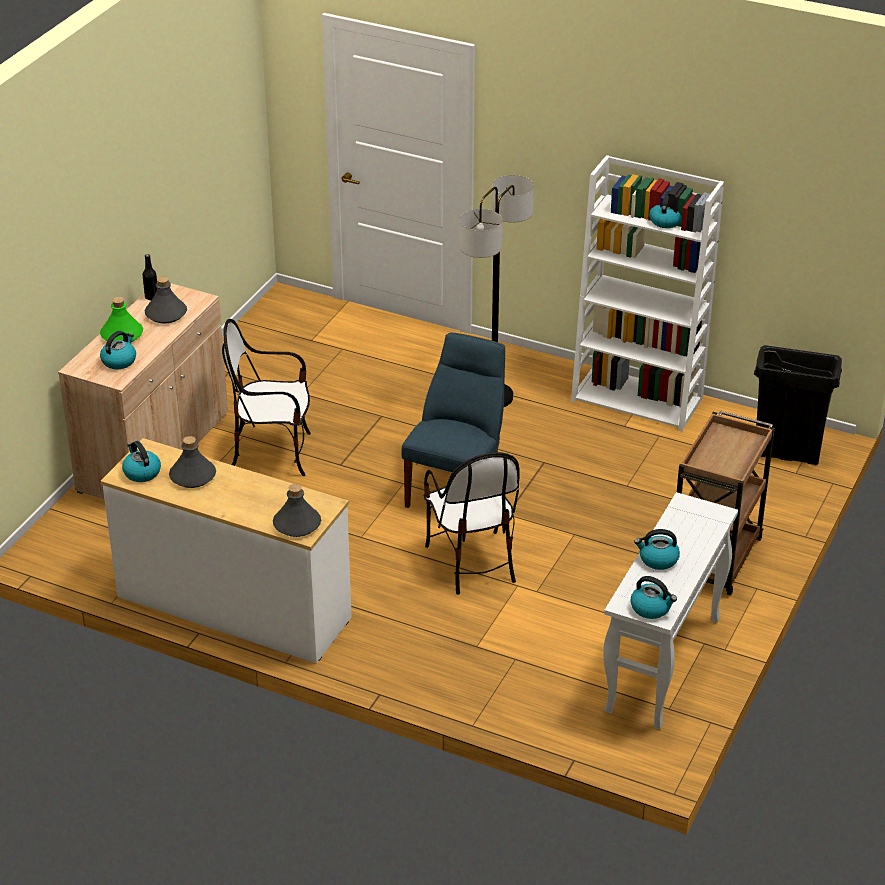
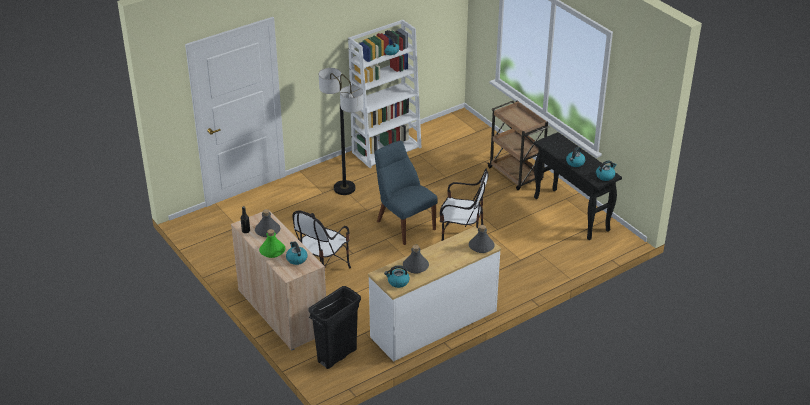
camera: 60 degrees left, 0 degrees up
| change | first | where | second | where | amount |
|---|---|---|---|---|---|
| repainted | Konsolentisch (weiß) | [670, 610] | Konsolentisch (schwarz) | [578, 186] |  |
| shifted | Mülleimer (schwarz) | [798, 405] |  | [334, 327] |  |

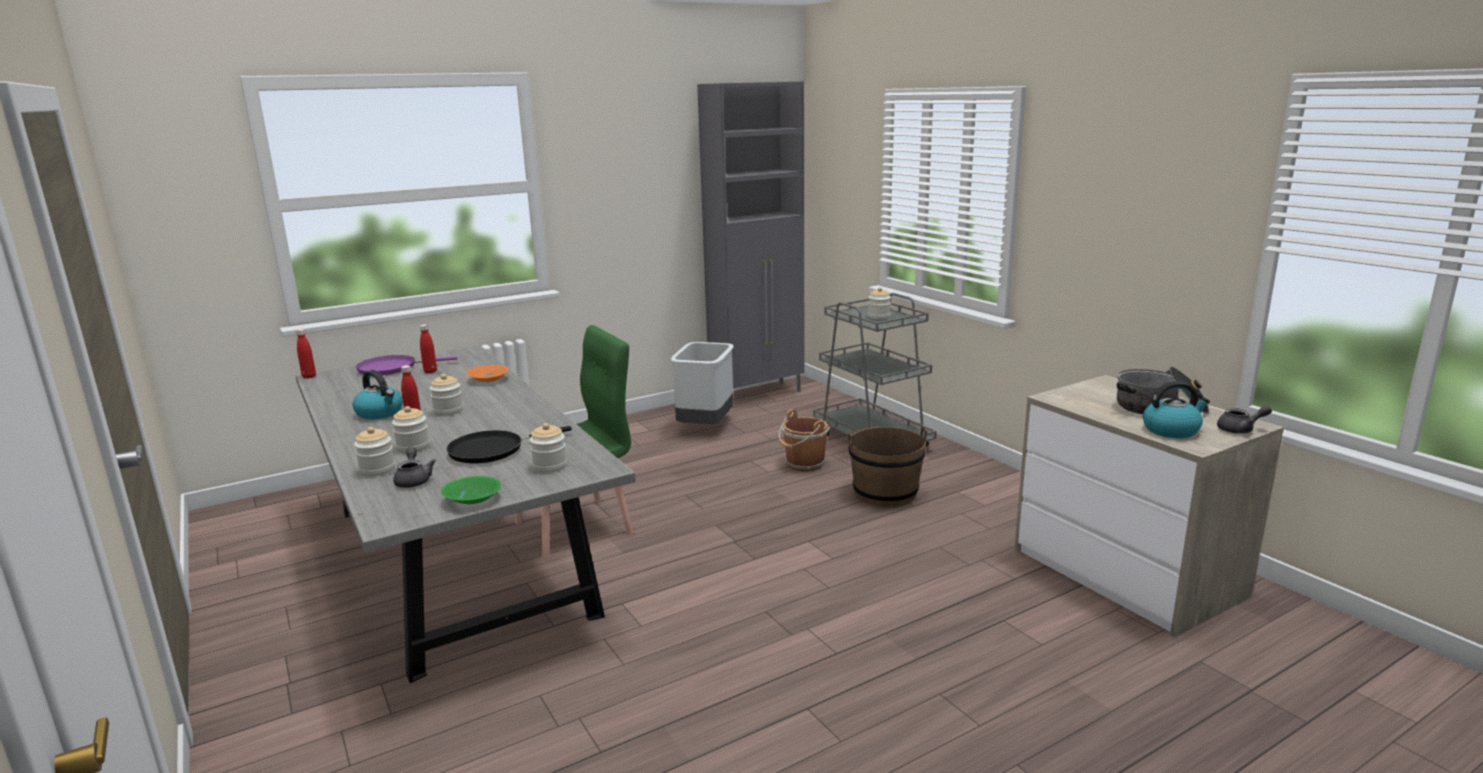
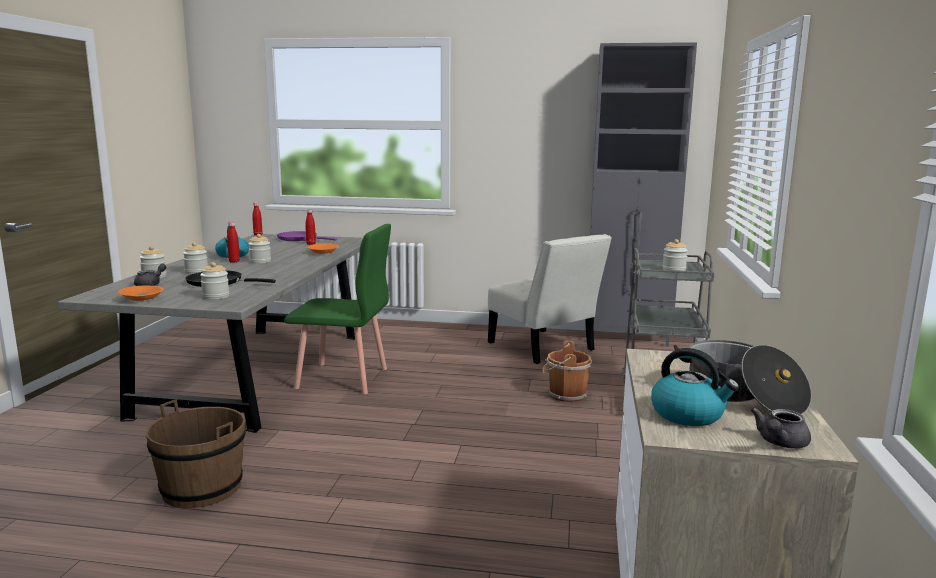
camera: 40 degrees right, 5 degrees down
| change | first | where | second | where | amount |
|---|---|---|---|---|---|
| repainted | Schüssel (grün) | [471, 490] | Schüssel (orange) | [141, 293] |  |
| swapped | Mülleimer (grau) | [702, 383] | Stuhl (weiß) | [550, 299] |  |
| shifted | Eimer (braun) | [887, 466] |  | [196, 454] |  |
| rotated | Teekanne (grau) | [1244, 419] |  | [781, 428] | 90 degrees clockwise |

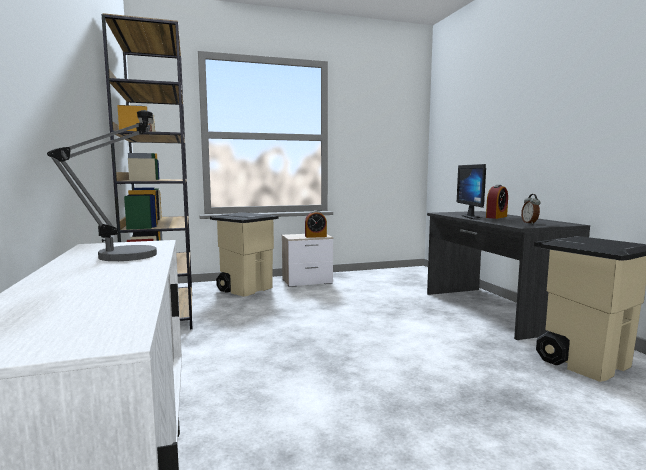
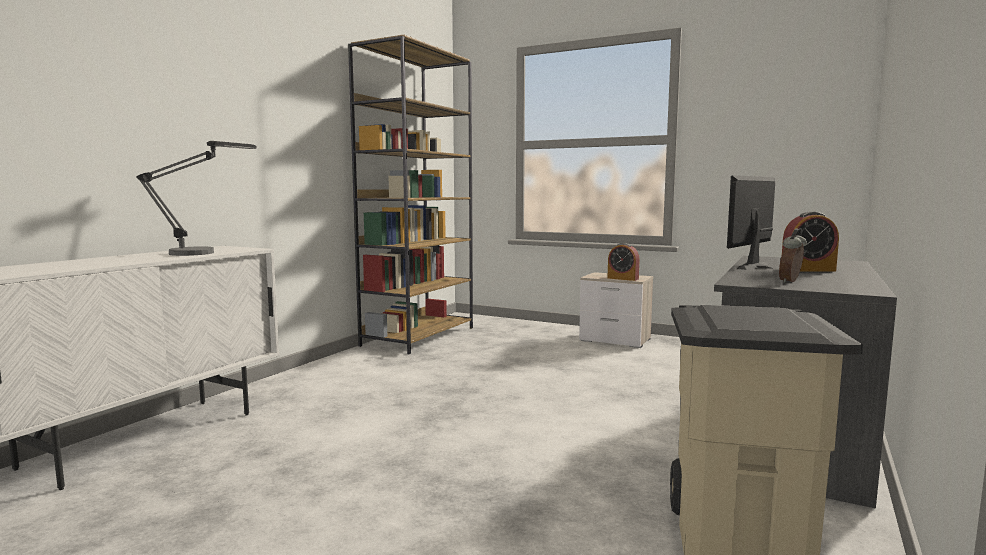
camera: 45 degrees right, 0 degrees up
| change | first | where | second | where | amount |
|---|---|---|---|---|---|
| gone | Mülleimer (beige) | [244, 254] |  |  |  |

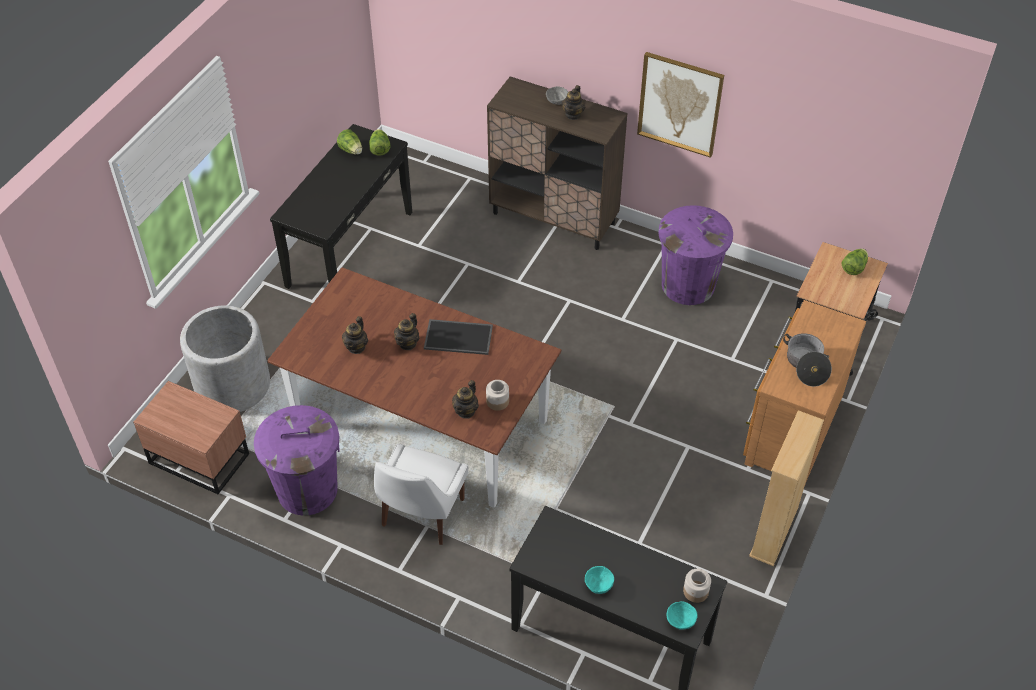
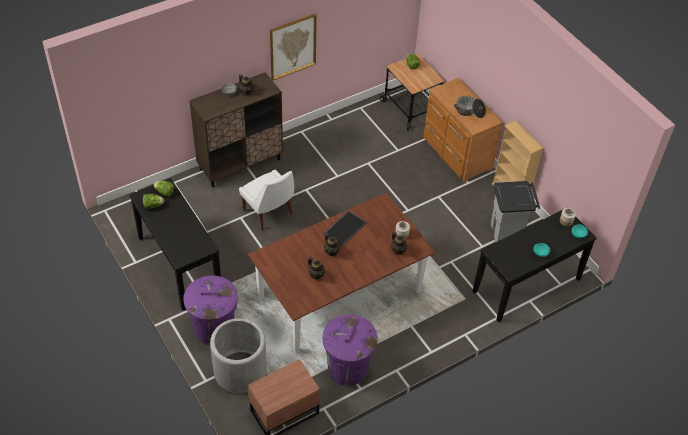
camera: 60 degrees left, 0 degrees up
| change | first | where | second | where | amount |
|---|---|---|---|---|---|
| shifted | Stuhl (weiß) | [421, 494] |  | [266, 200] |  |
| shifted | Mülleimer (lila) | [695, 255] |  | [210, 310] |  |
| new |  |  | Mülleimer (grau) | [515, 211] |  |

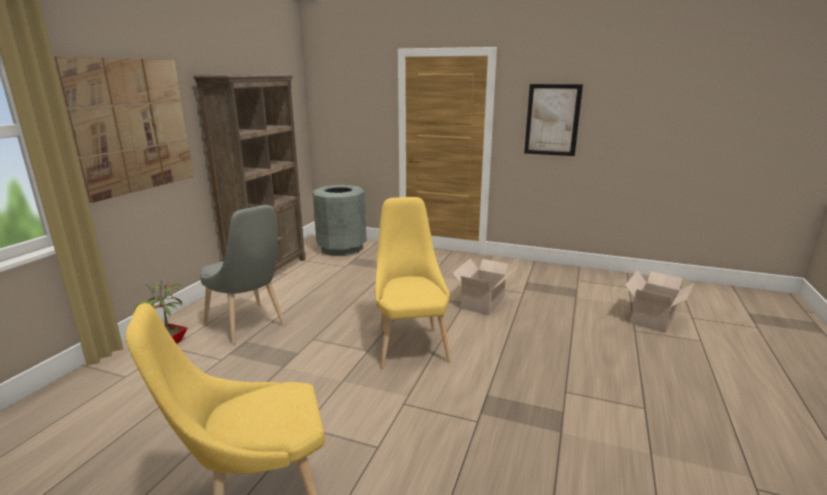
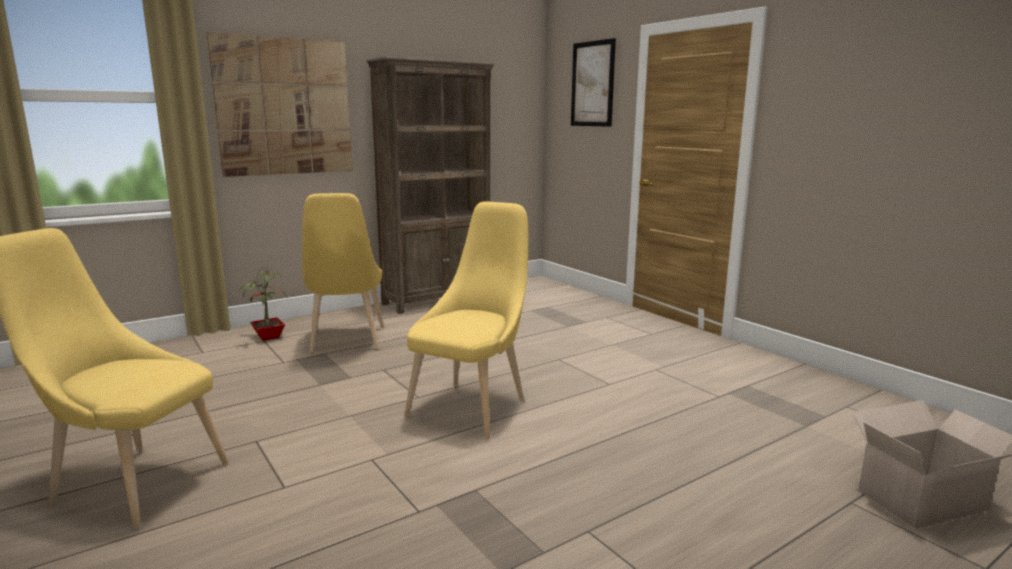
camera: 35 degrees right, 5 degrees down
| change | first | where | second | where | amount |
|---|---|---|---|---|---|
| repainted | Stuhl (grau) | [242, 275] | Stuhl (gelb) | [343, 273] |  |
| gone | Mülleimer (grau) | [340, 220] |  |  |  |
| gone | Karton | [484, 287] |  |  |  |
| shifted | Bild | [553, 120] |  | [593, 82] |  |

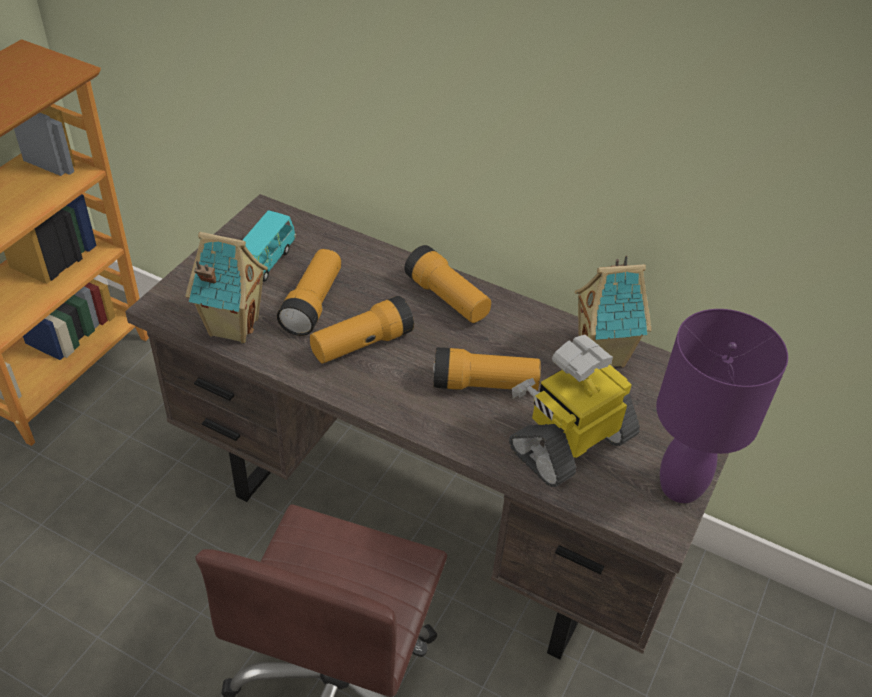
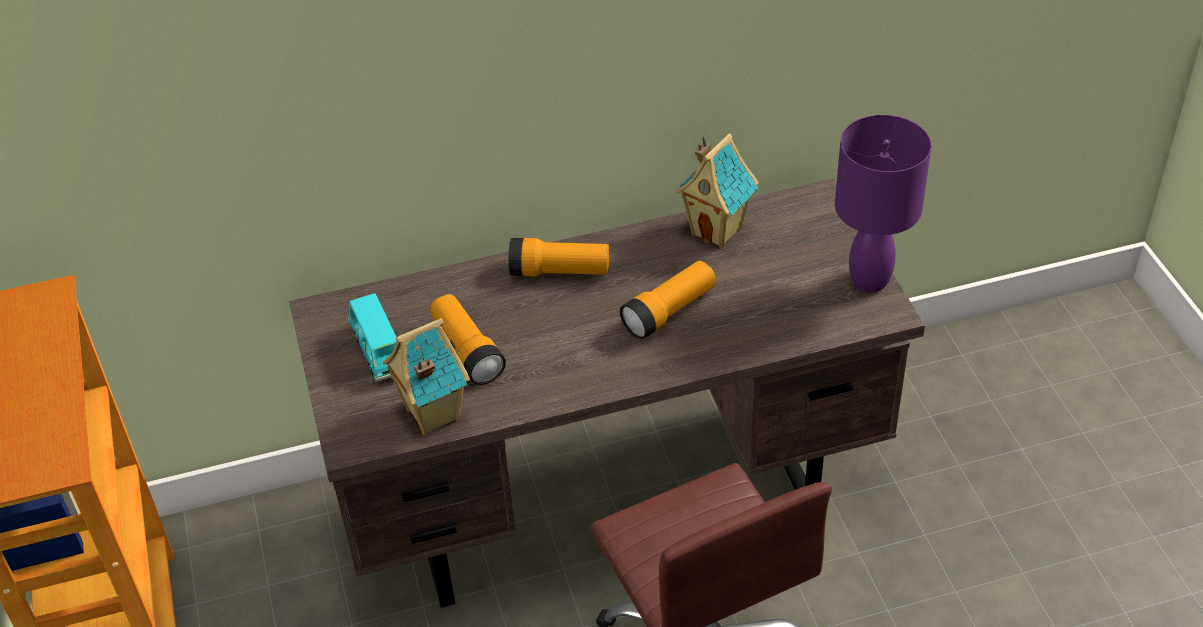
camera: 40 degrees left, 0 degrees up
| change | first | where | second | where | amount |
|---|---|---|---|---|---|
| gone | Taschenlampe | [362, 330] |  |  |  |
| gone | Spielzeugroboter | [574, 411] |  |  |  |

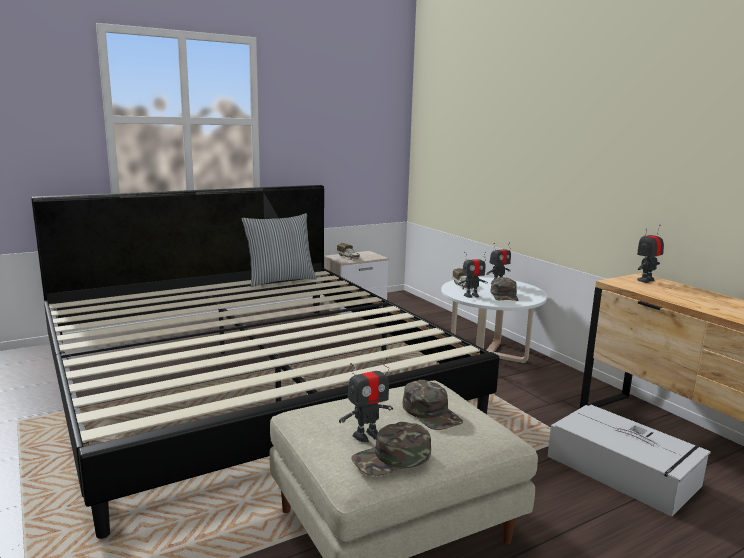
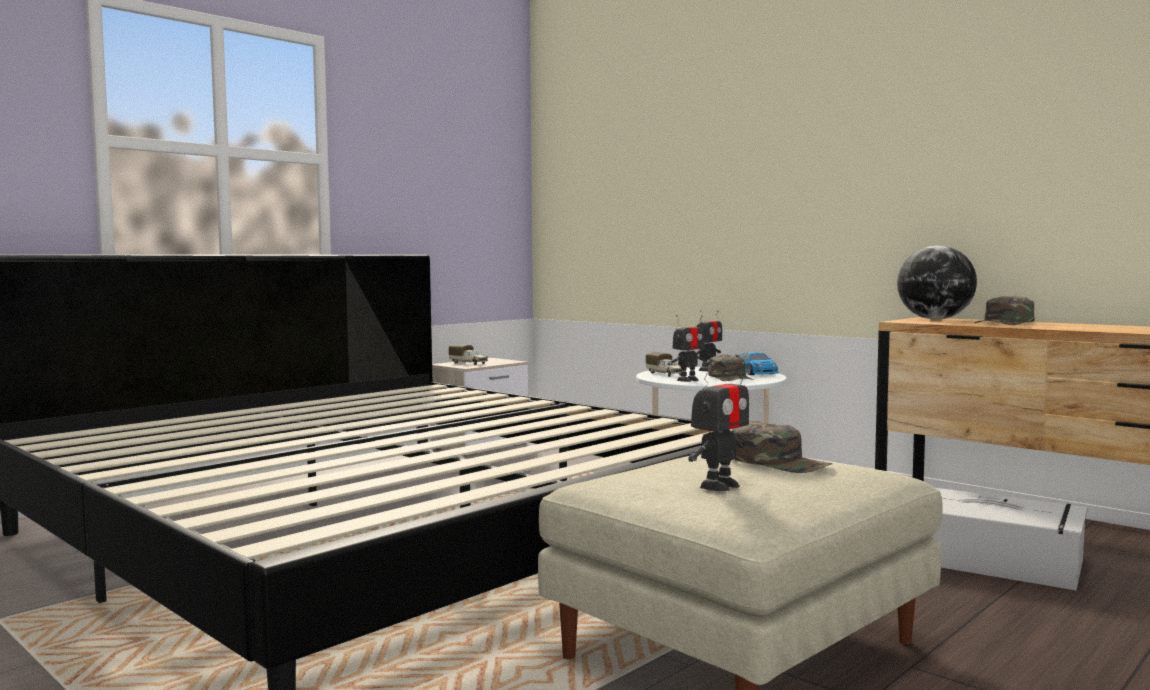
camera: 15 degrees left, 10 degrees down
| change | first | where | second | where | amount |
|---|---|---|---|---|---|
| gone | Kissen | [279, 250] |  |  |  |
| shifted | Kappe (grün) | [391, 449] |  | [1004, 310] |  |
| swapped | Spielzeugroboter | [650, 254] | Globus | [937, 282] |  |
| new |  |  | Spielzeugauto | [757, 363] |  |

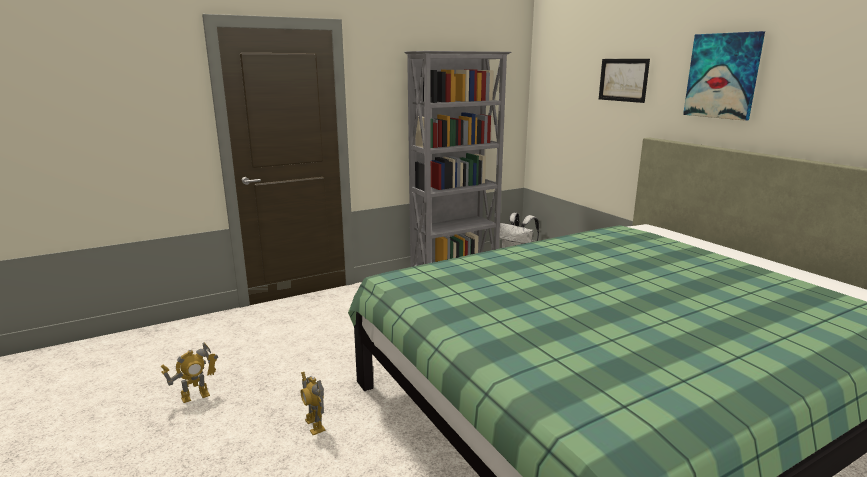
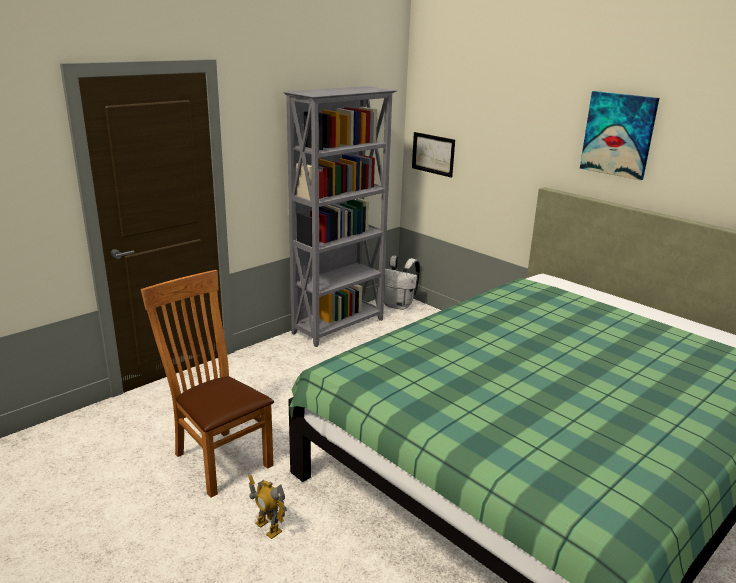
camera: 15 degrees left, 5 degrees up
| change | first | where | second | where | amount |
|---|---|---|---|---|---|
| gone | Spielzeugroboter | [189, 373] |  |  |  |
| shifted | Bild | [624, 81] |  | [433, 155] |  |
| new |  |  | Stuhl (braun) | [207, 384] |  |

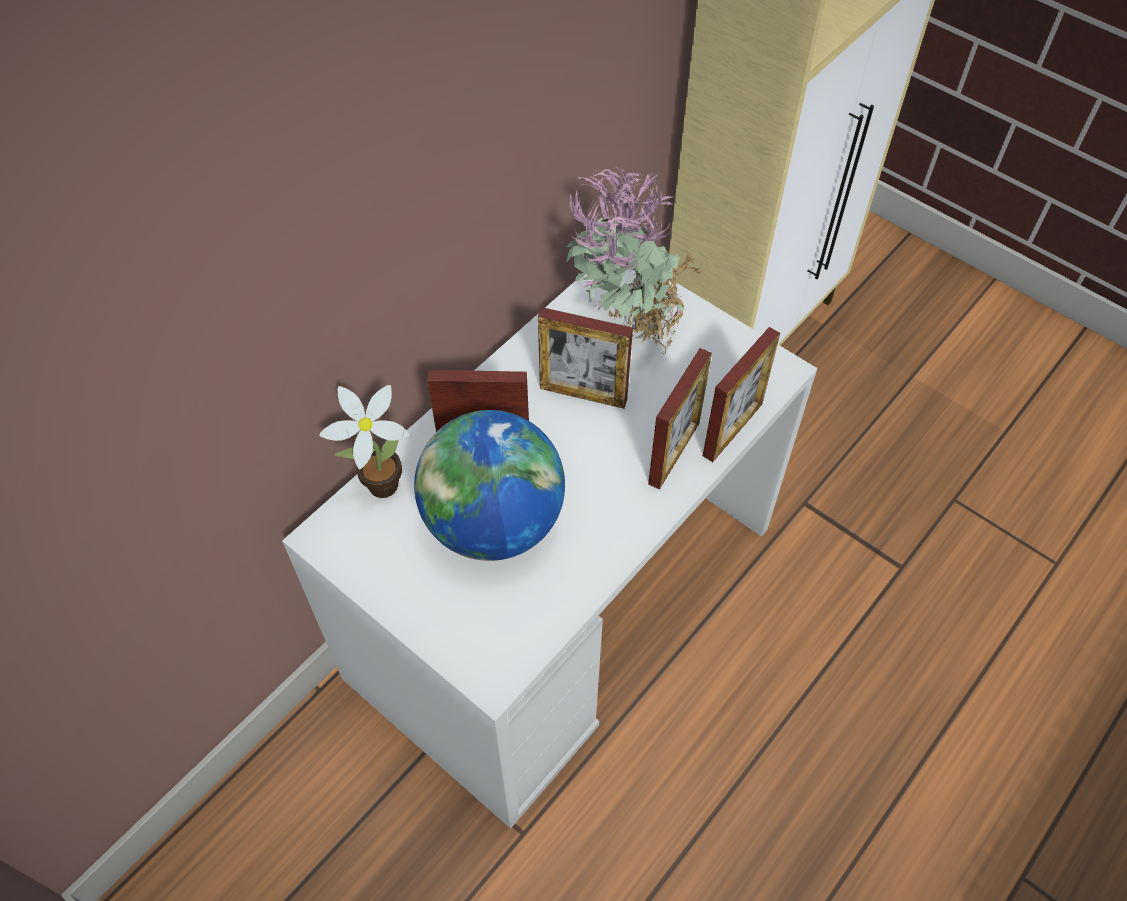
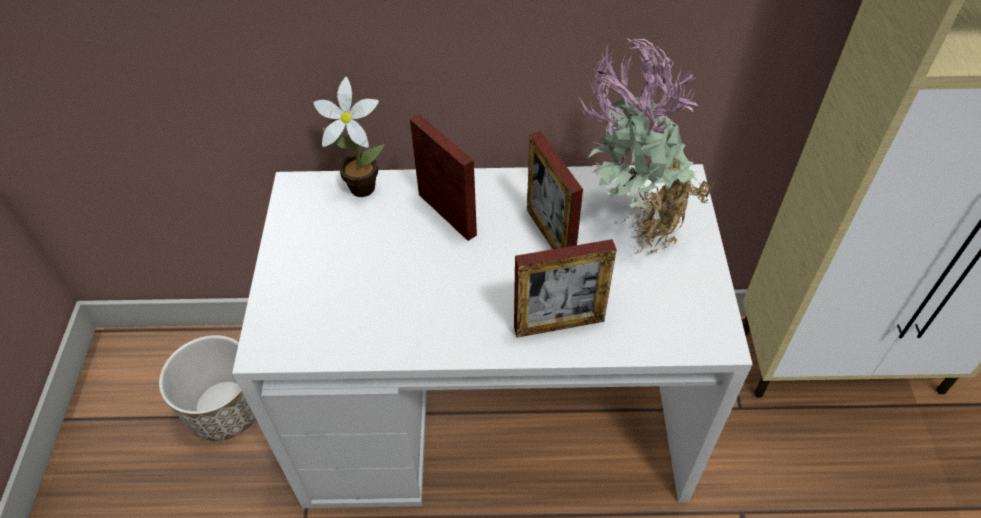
camera: 50 degrees right, 5 degrees down
| change | first | where | second | where | amount |
|---|---|---|---|---|---|
| gone | Globus | [489, 485] |  |  |  |
| gone | Bilderrahmen | [741, 394] |  |  |  |
| new |  |  | Pflanzkübel | [207, 388] |  |

